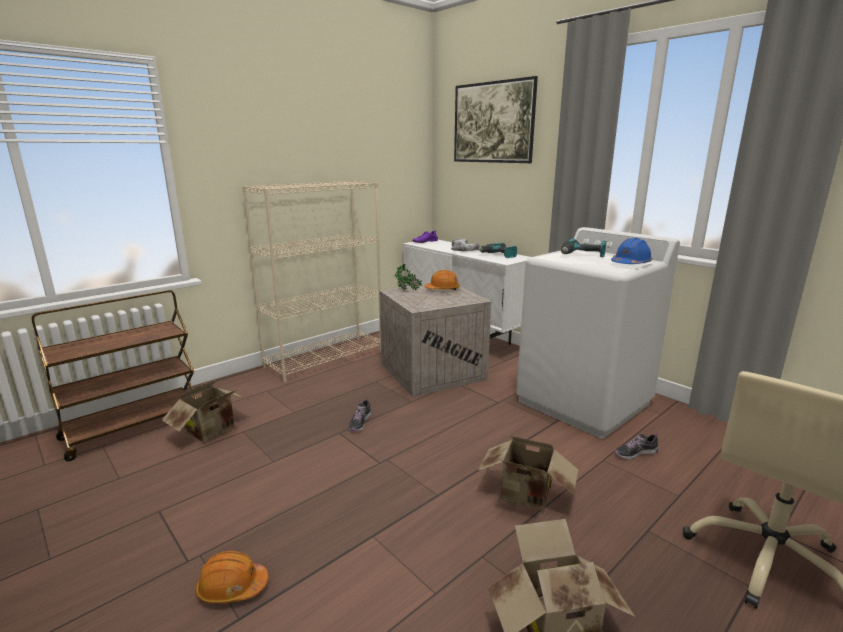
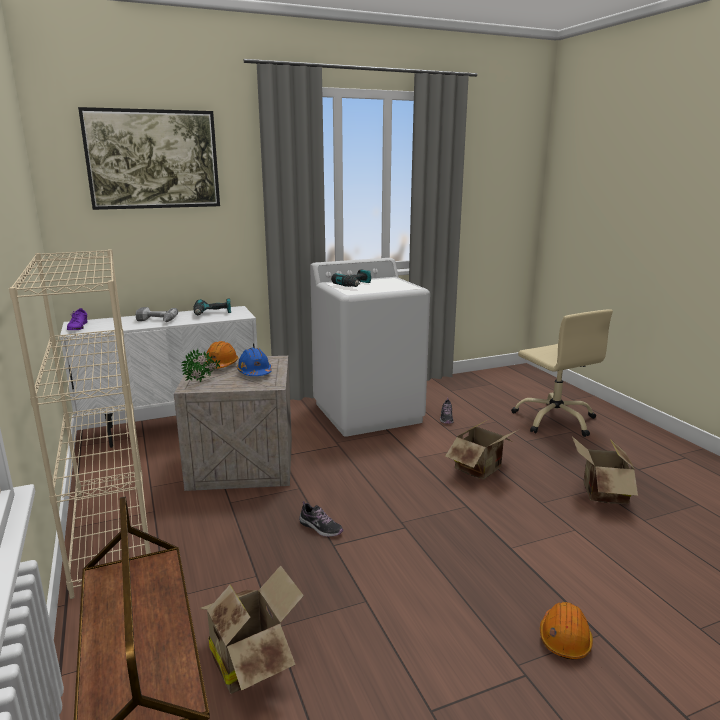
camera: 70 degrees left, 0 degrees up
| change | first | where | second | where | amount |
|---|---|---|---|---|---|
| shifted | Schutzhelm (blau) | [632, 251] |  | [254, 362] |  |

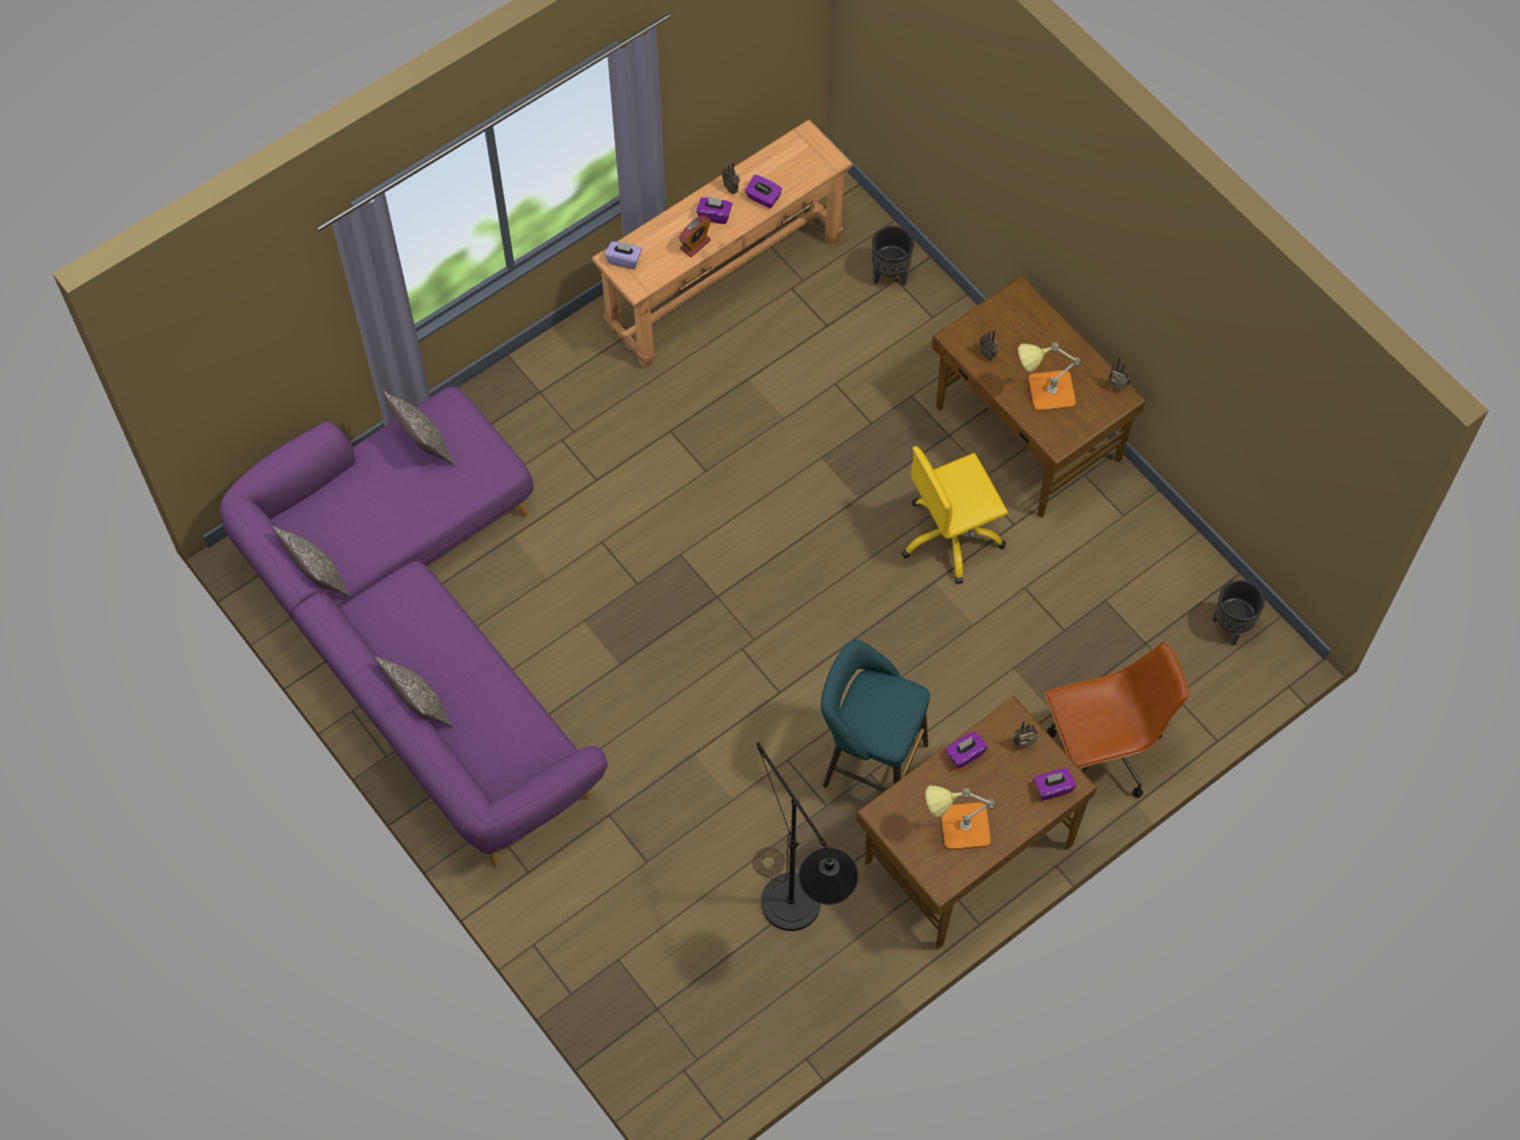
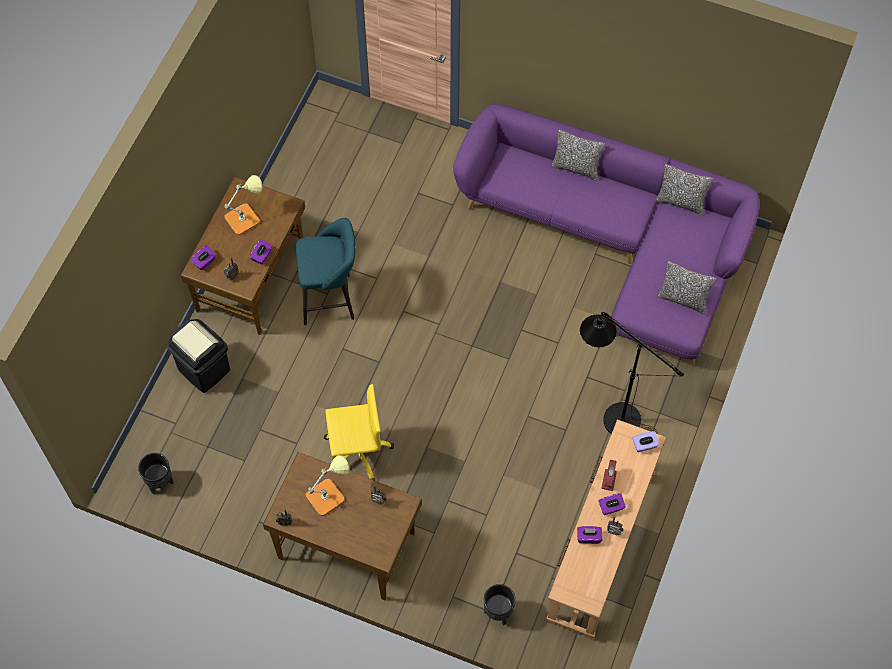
camera: 150 degrees right, 0 degrees up
| change | first | where | second | where | amount |
|---|---|---|---|---|---|
| shifted | Stehlampe (schwarz) | [806, 836] |  | [632, 373] |  |
| rotated | Bürostuhl (gelb) | [954, 515] |  | [359, 432] | 45 degrees clockwise |
| swapped | Bürostuhl (braun) | [1117, 720] | Mülleimer (schwarz) | [198, 356] |  |

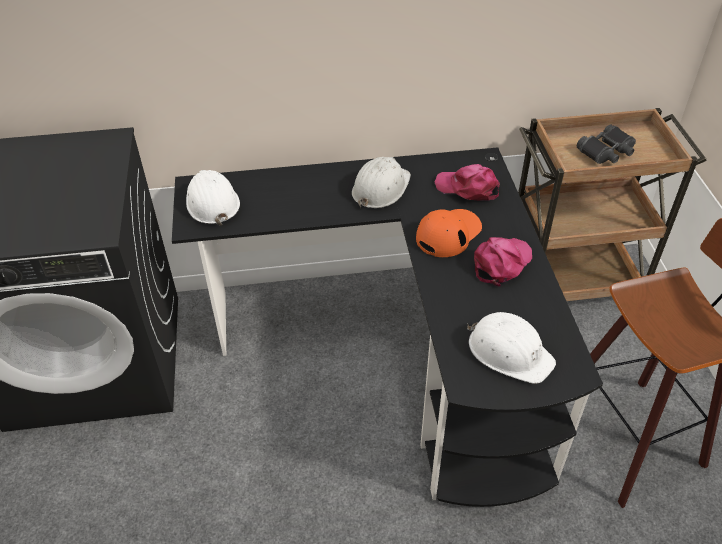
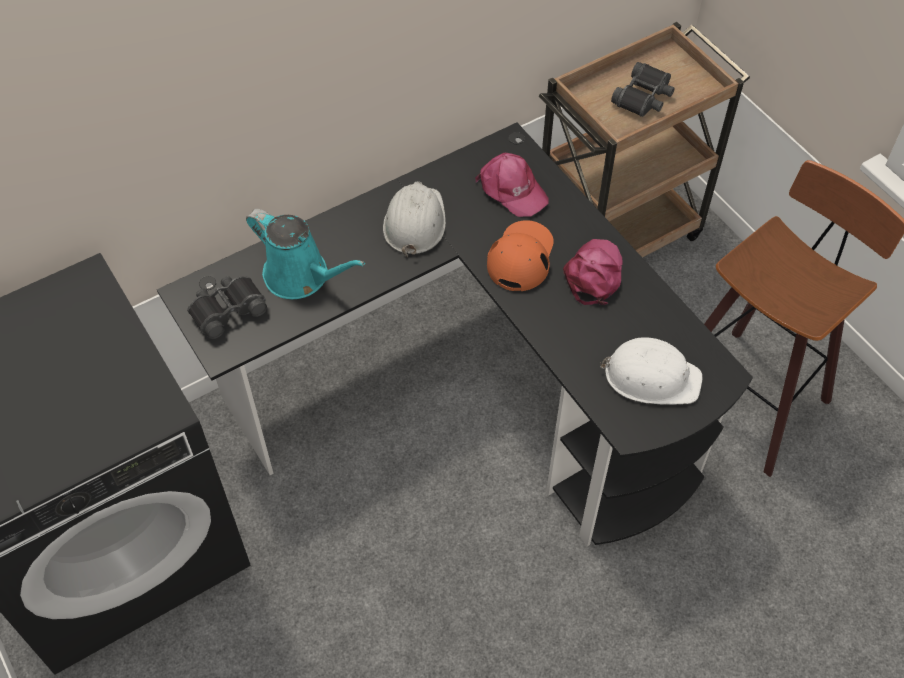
camera: 25 degrees left, 10 degrees up
| change | first | where | second | where | amount |
|---|---|---|---|---|---|
| swapped | Schutzhelm (weiß) | [213, 198] | Fernglas (schwarz) | [227, 307] |  |
| rotated | Kappe (rosa) | [467, 182] |  | [511, 185] | 135 degrees counterclockwise |
| new |  |  | Gießkanne (türkis) | [305, 254] |  |

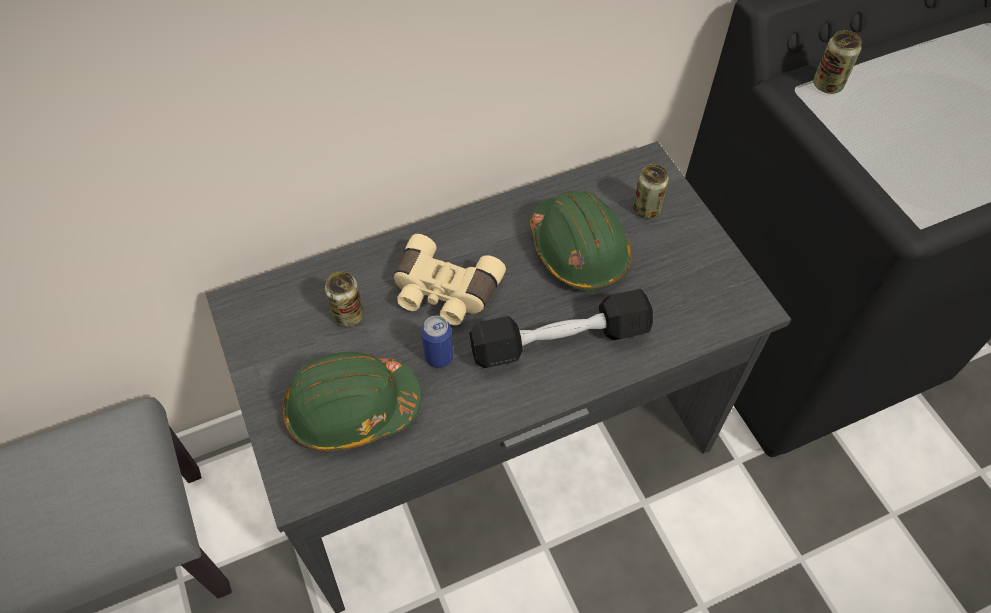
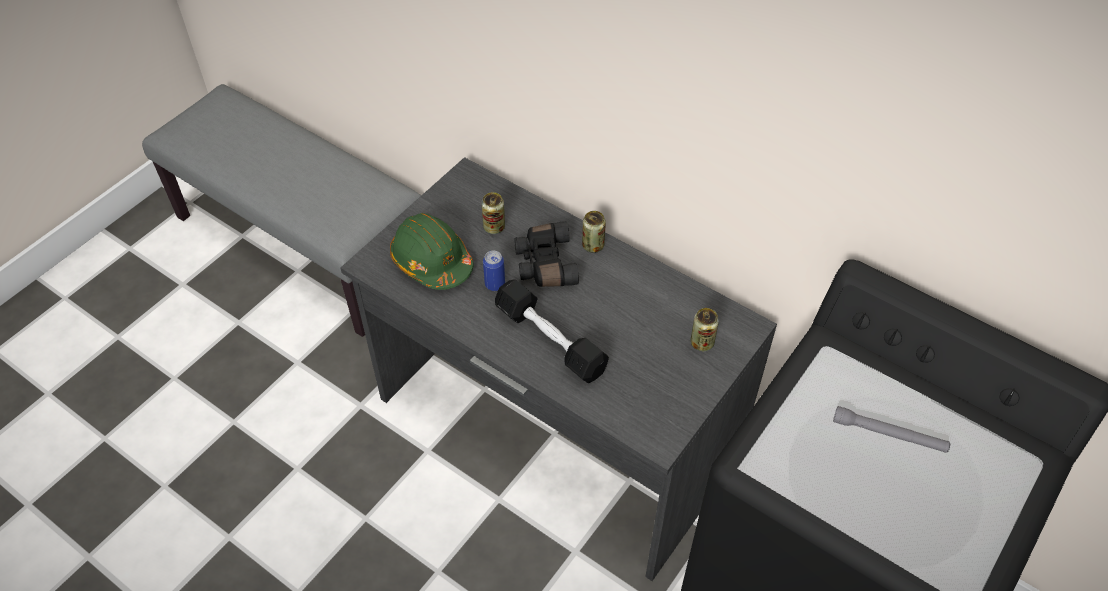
camera: 60 degrees right, 5 degrees down
| change | first | where | second | where | amount |
|---|---|---|---|---|---|
| repainted | Fernglas (beige) | [450, 279] | Fernglas (schwarz) | [546, 254] |  |
| gone | Schutzhelm (grün) | [581, 240] |  |  |  |
| shifted | Dose | [837, 62] |  | [594, 232] |  |
| new |  |  | Taschenlampe (grau) | [891, 429] |  |

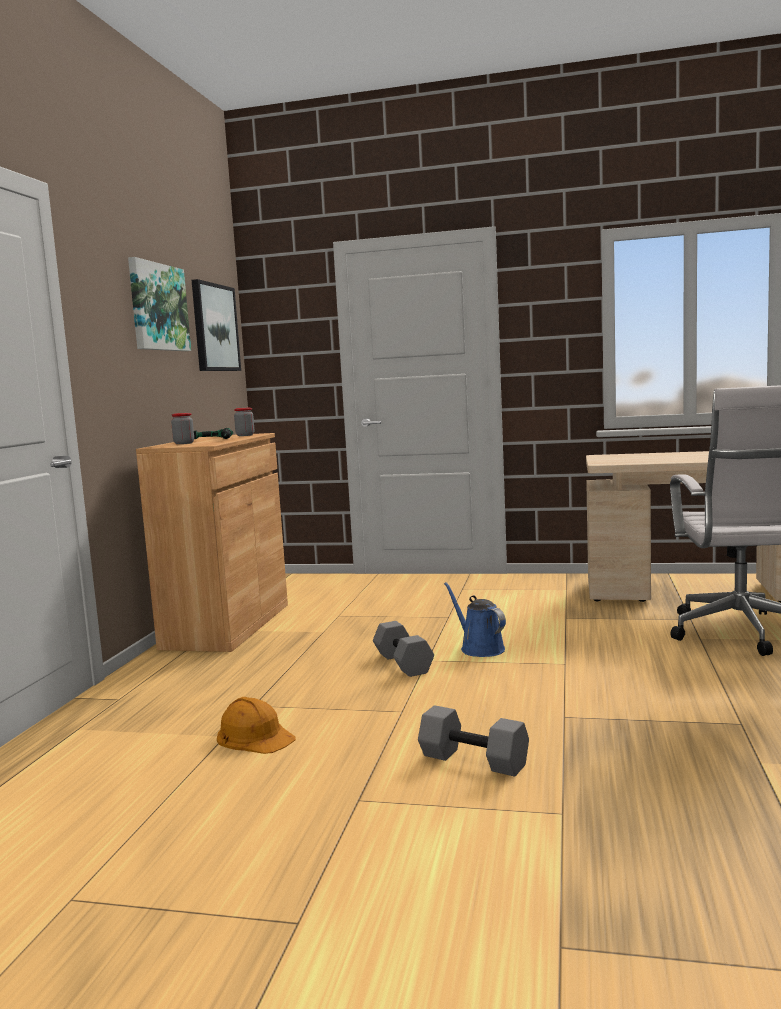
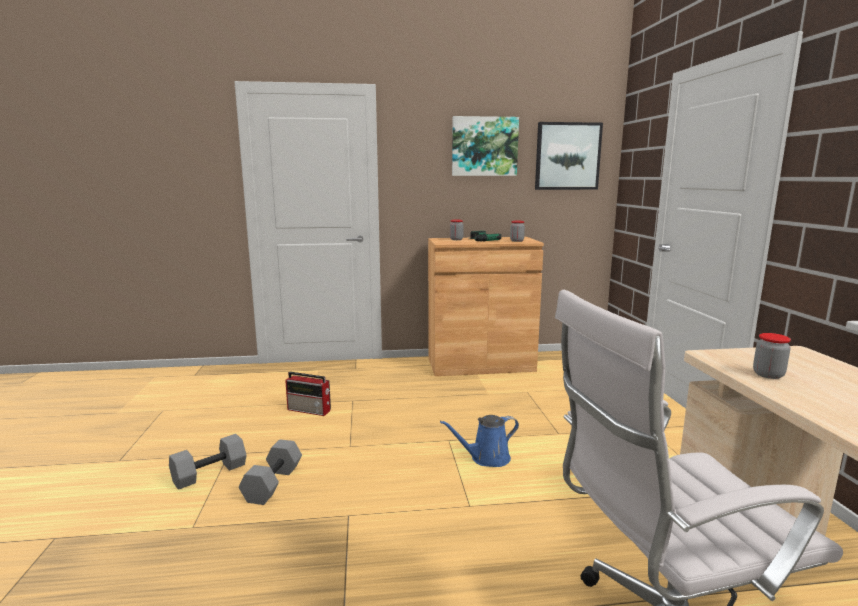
camera: 70 degrees right, 5 degrees up
| change | first | where | second | where | amount |
|---|---|---|---|---|---|
| swapped | Schutzhelm (orange) | [256, 725] | Radio | [308, 394] |  |
| shifted | Hantel (grau) | [403, 649] |  | [208, 462] |  |
| rotated | Gießkanne (blau) | [475, 619] |  | [479, 441] | 150 degrees counterclockwise |
| new |  |  | Vorratsglas | [772, 356] |  |

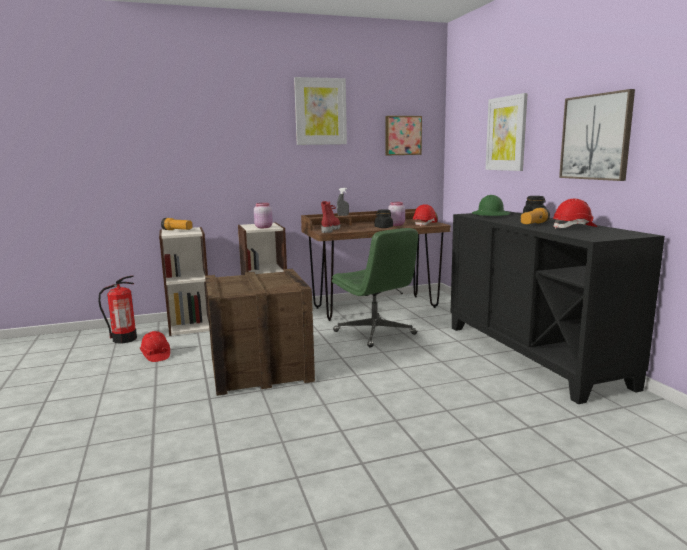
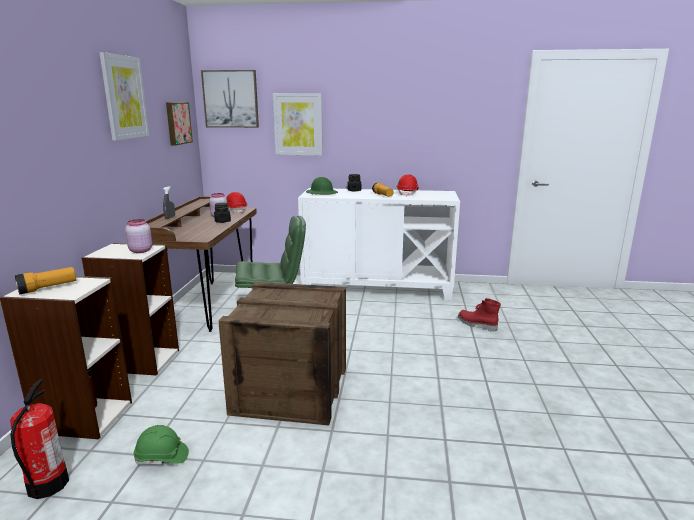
camera: 65 degrees left, 5 degrees up
| change | first | where | second | where | amount |
|---|---|---|---|---|---|
| repainted | Schutzhelm (rot) | [155, 346] | Schutzhelm (grün) | [161, 445] |  |
| shifted | Stiefel (rot) | [330, 217] |  | [479, 315] |  |
| repainted | Schrank (schwarz) | [557, 307] | Schrank (weiß) | [379, 244] |  |
| shifted | Bild | [597, 135] |  | [230, 99] |  |

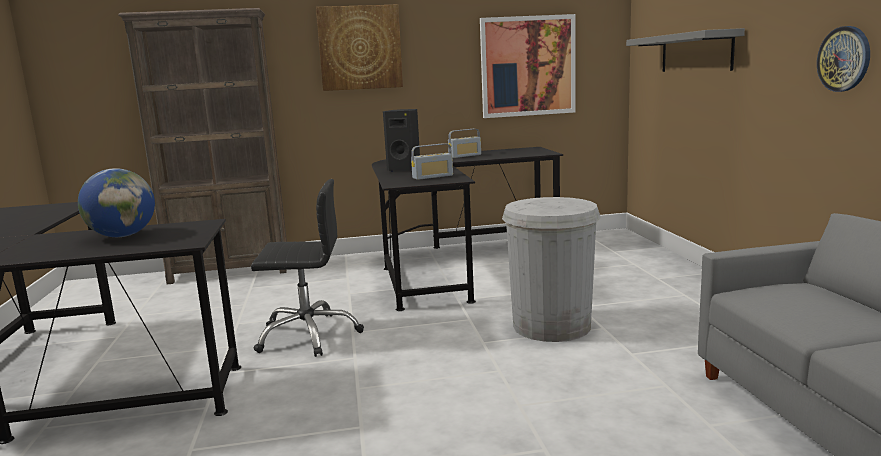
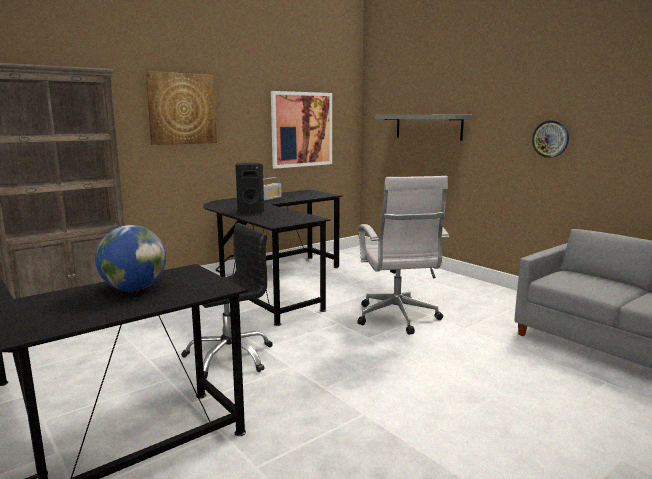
camera: 30 degrees left, 0 degrees up
| change | first | where | second | where | amount |
|---|---|---|---|---|---|
| gone | Radio | [432, 161] |  |  |  |
| swapped | Mülleimer (weiß) | [551, 269] | Bürostuhl (weiß) | [403, 255] |  |

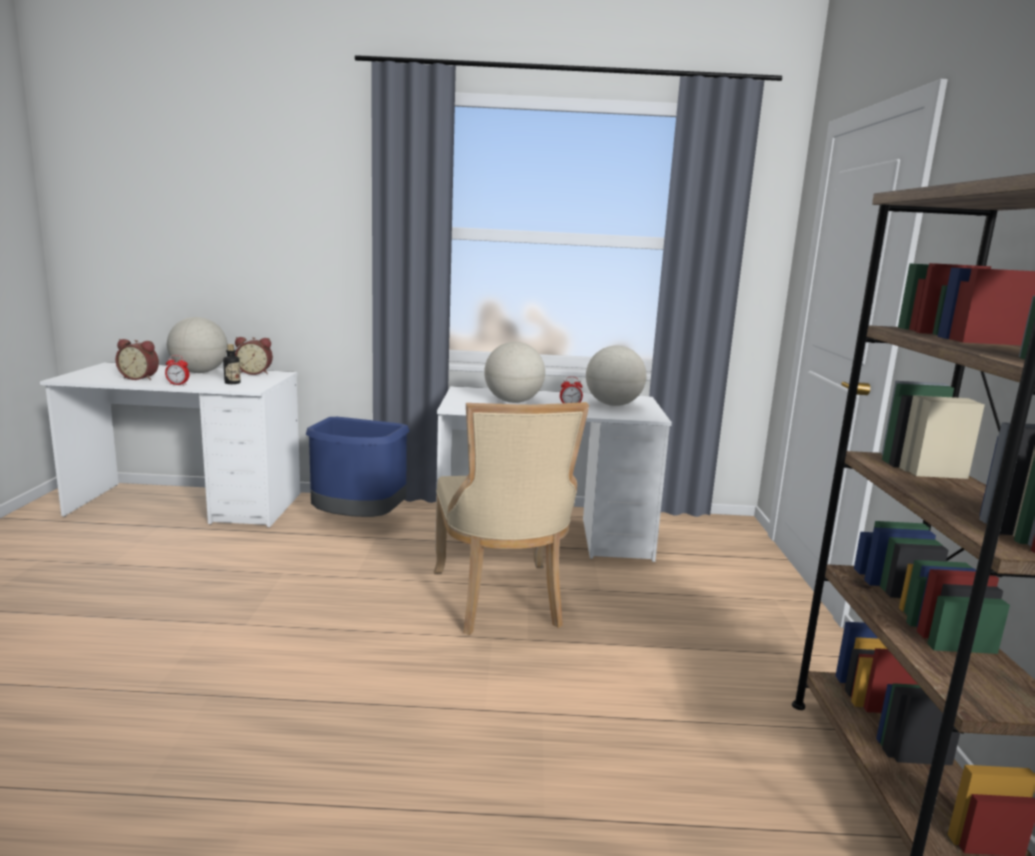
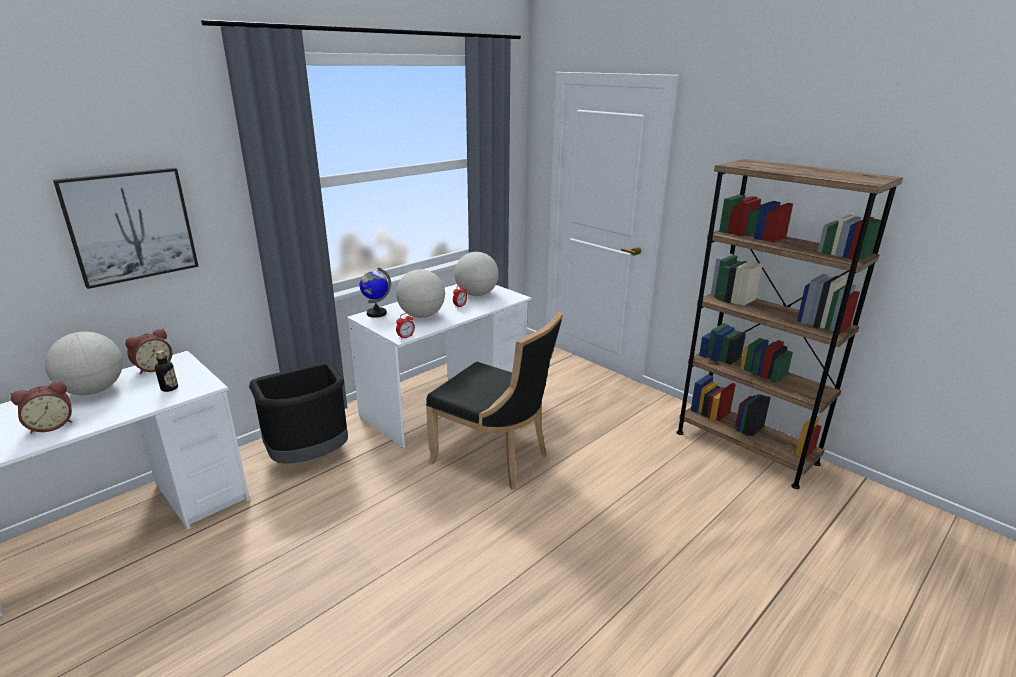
camera: 45 degrees left, 10 degrees up
| change | first | where | second | where | amount |
|---|---|---|---|---|---|
| shifted | Wecker | [177, 370] |  | [405, 326] |  |
| repainted | Mülleimer (blau) | [358, 467] | Mülleimer (schwarz) | [298, 413] |  |
| repainted | Stuhl (beige) | [511, 518] | Stuhl (schwarz) | [494, 401] |  |
| new |  |  | Bild | [126, 228] |  |
| new |  |  | Globus | [375, 293] |  |

